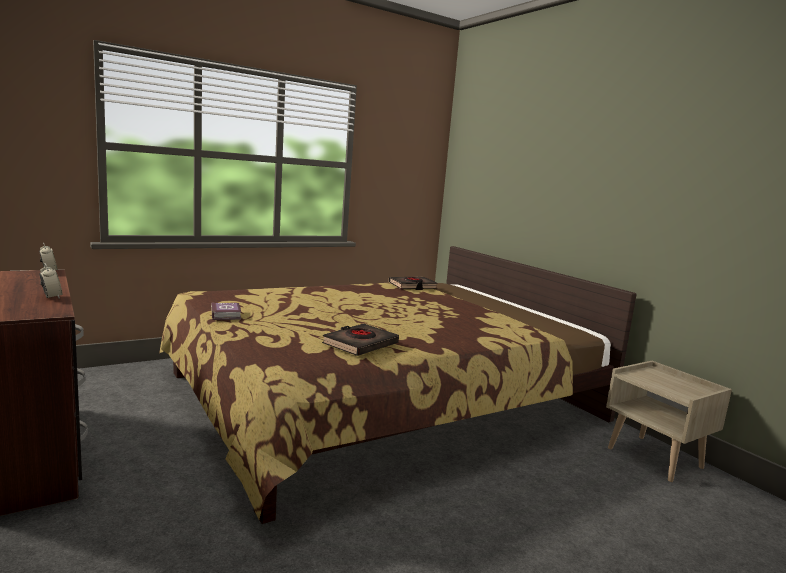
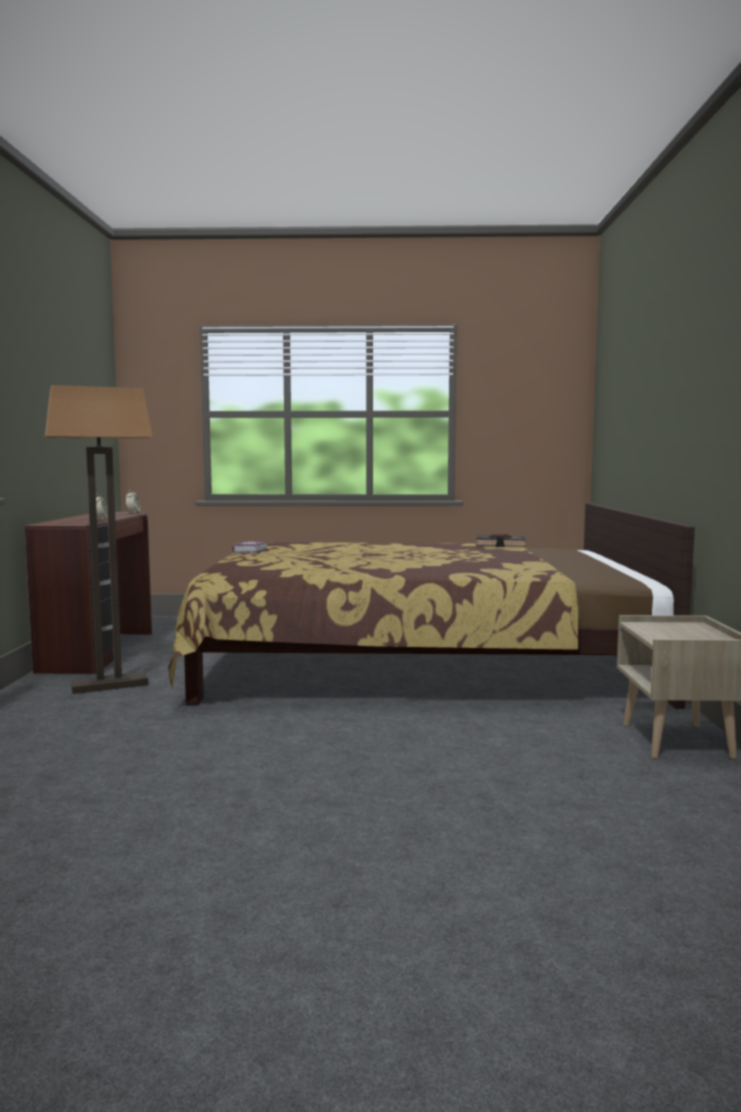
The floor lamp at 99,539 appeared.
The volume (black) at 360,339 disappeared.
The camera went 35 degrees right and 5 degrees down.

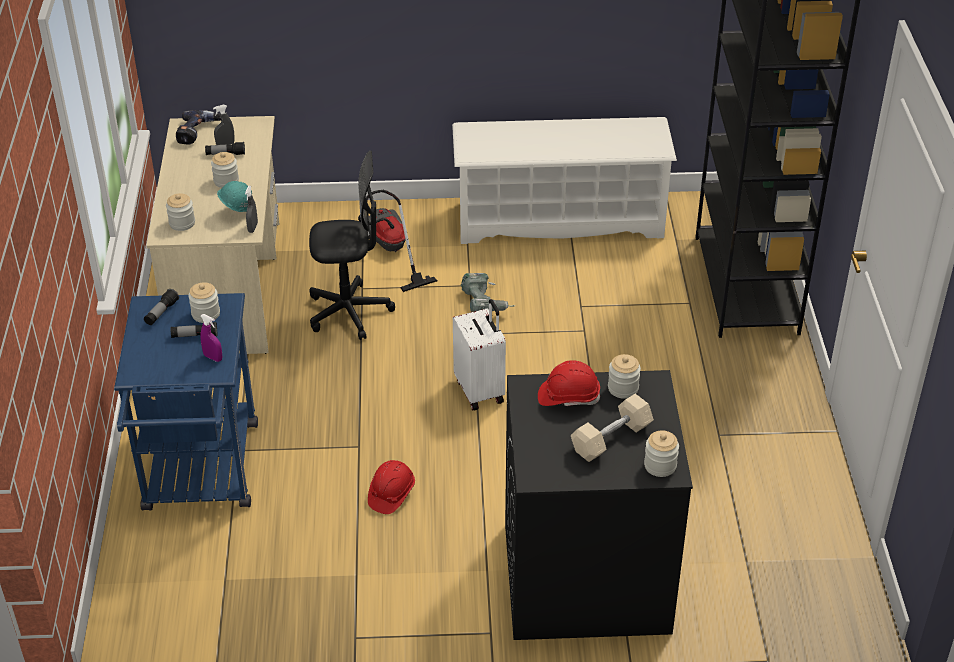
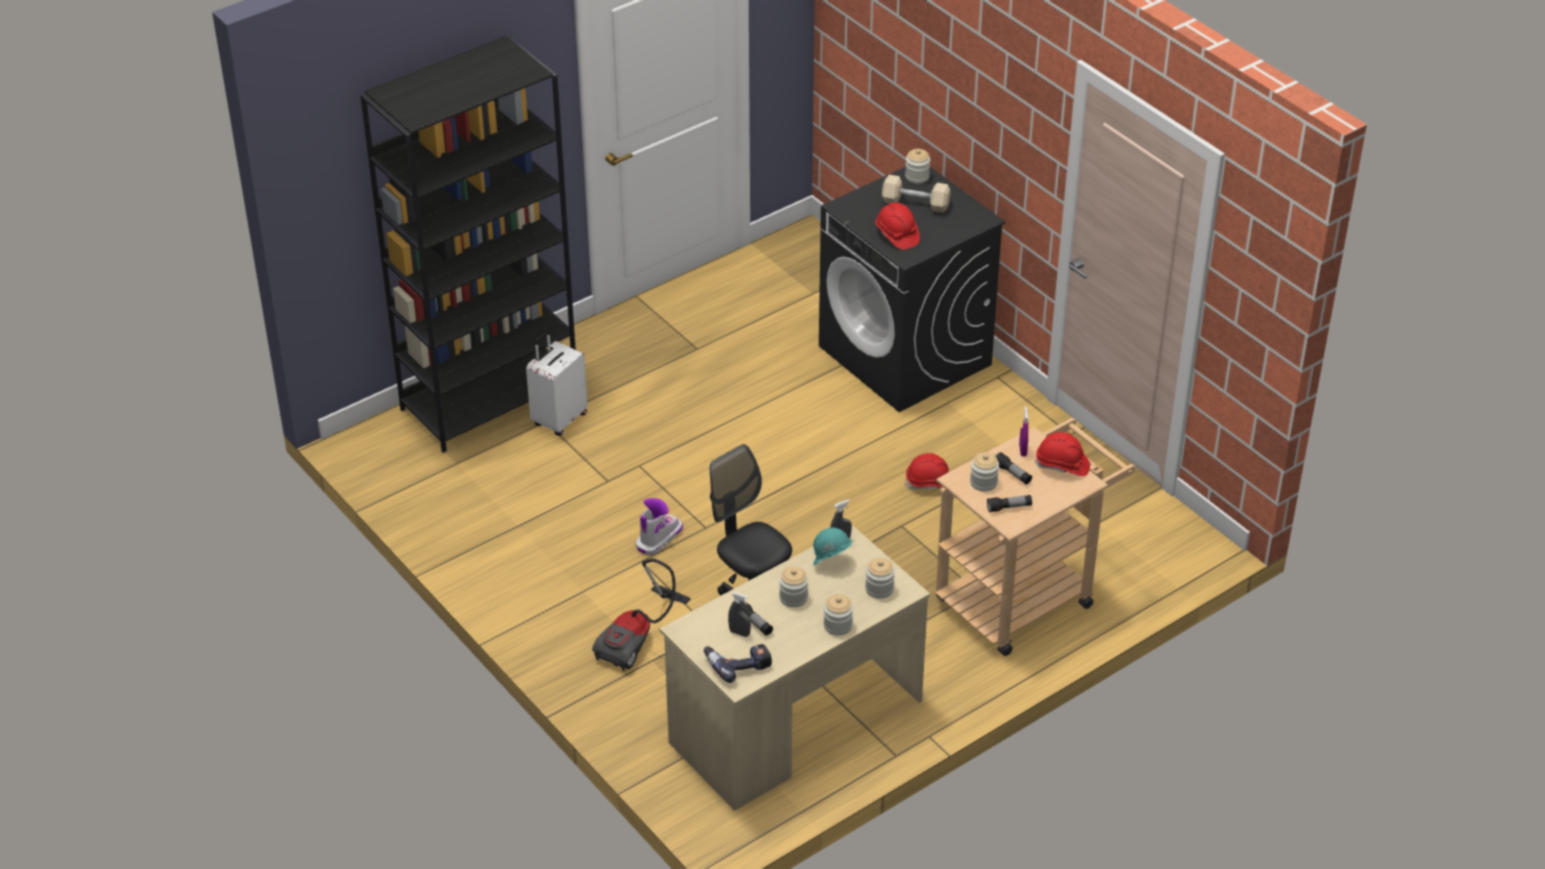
The piece of luggage (white-coloured) moved from 479,354 to 556,383.
The electric drill at 488,292 was replaced by the boot at 659,526.
The storage jar moved from 624,376 to 838,615.
The trolley (blue) at 186,402 became the trolley (beige-coloured) at 1035,537.
The hard hat (red-coloured) at 1062,454 appeared.
The shoe shelf (white-coloured) at 564,180 disappeared.
The camera went 125 degrees left and 0 degrees up.

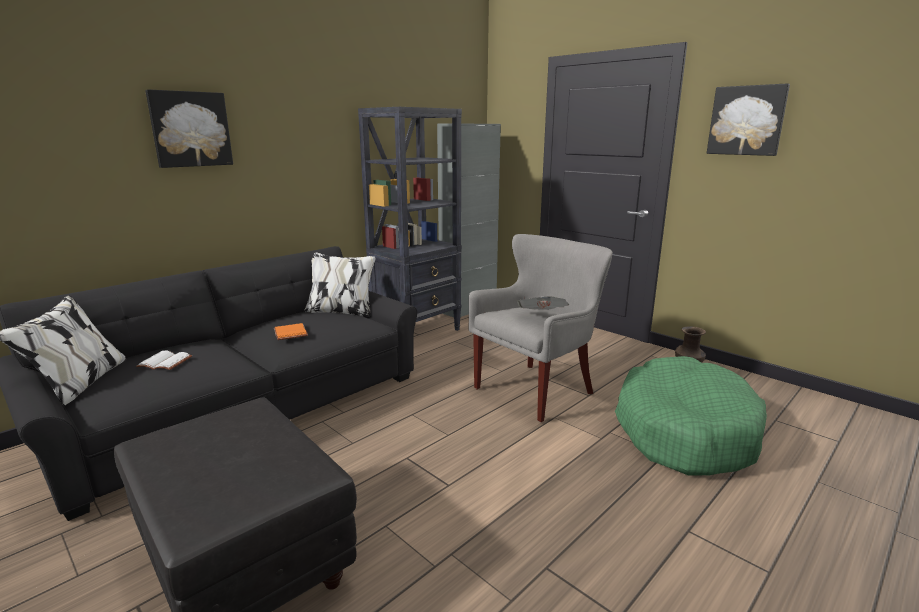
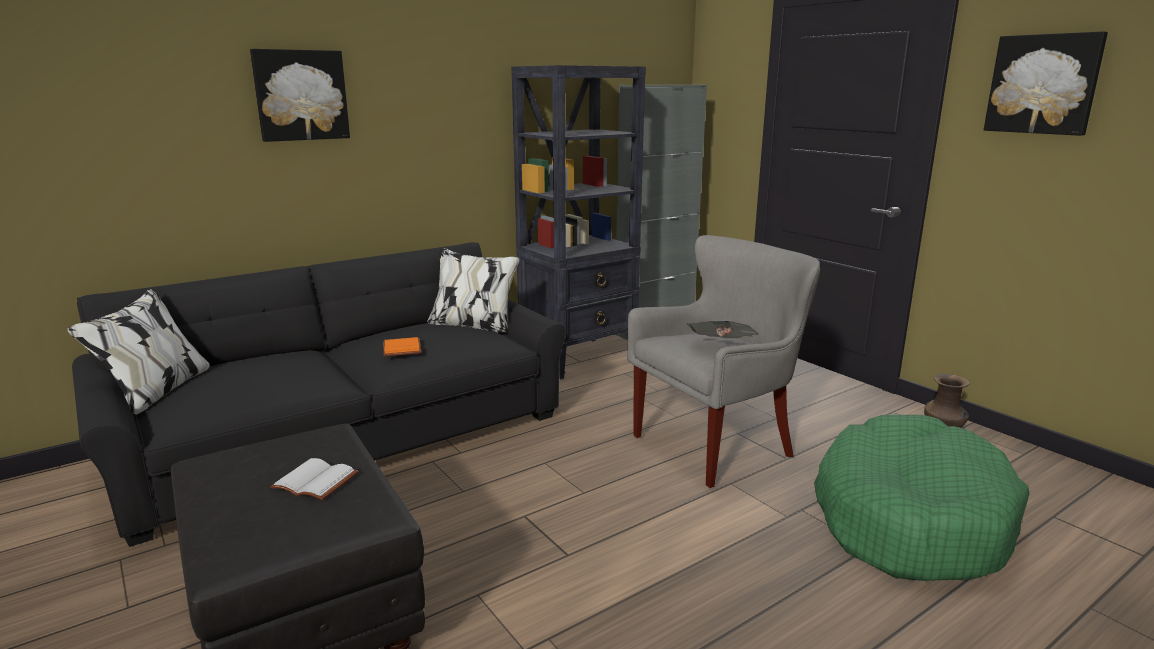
The volume (white-coloured) moved from 164,360 to 314,479.
The camera went 10 degrees right and 0 degrees up.

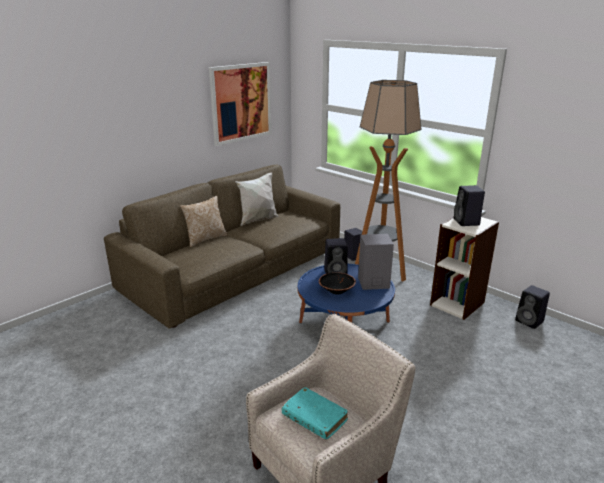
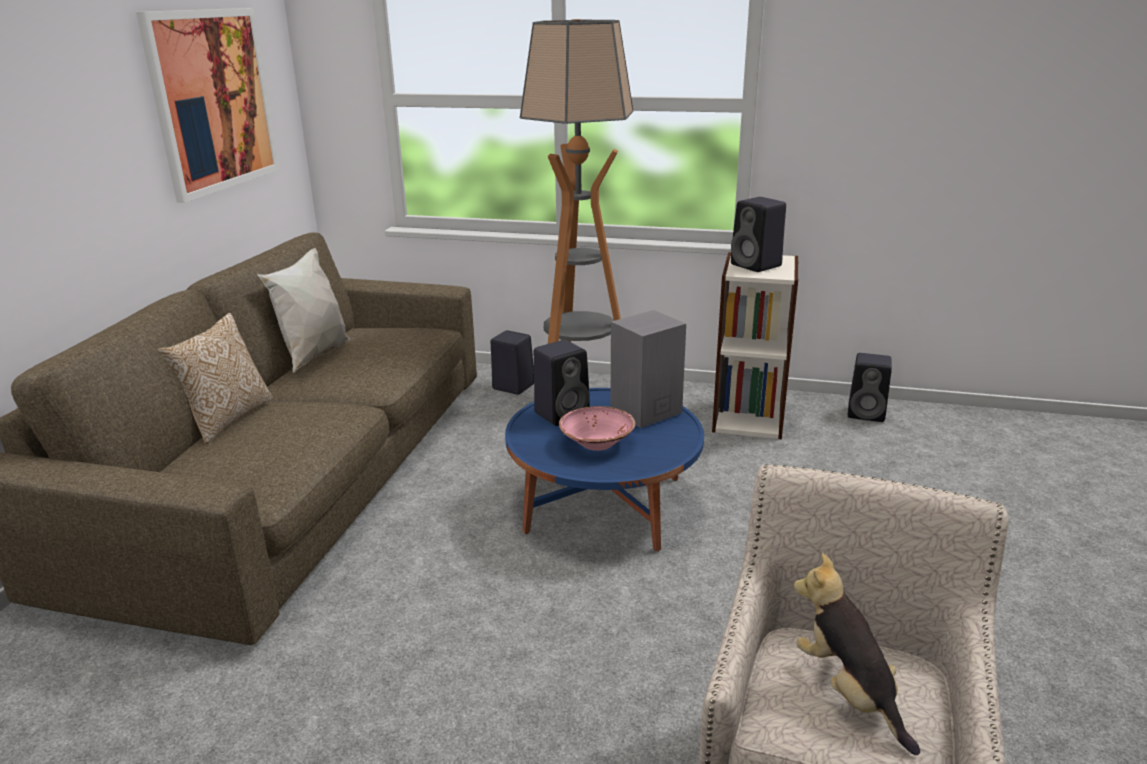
The serving bowl (black) at 337,283 became the serving bowl (pink-coloured) at 597,428.
The volume (blue-green) at 315,413 was replaced by the plush toy at 857,654.
The camera went 30 degrees left and 0 degrees up.

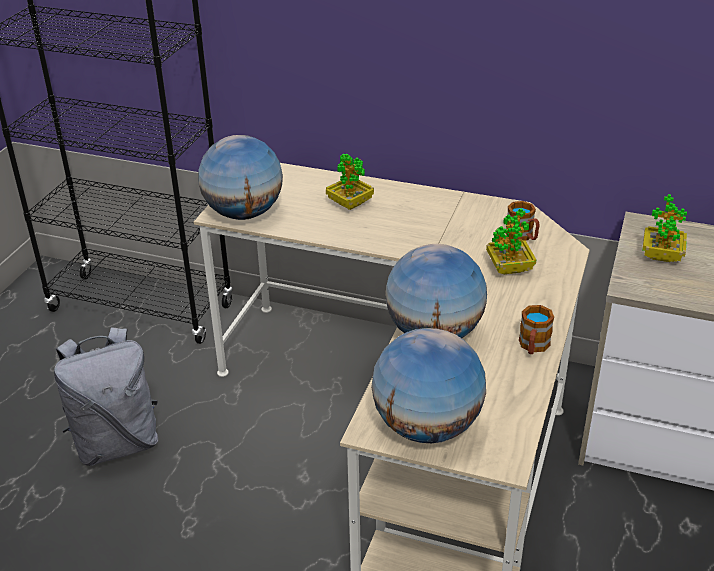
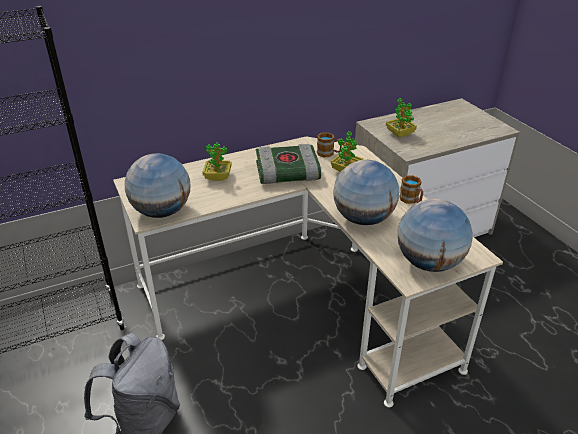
The volume at 288,164 appeared.
The camera went 45 degrees left and 0 degrees up.

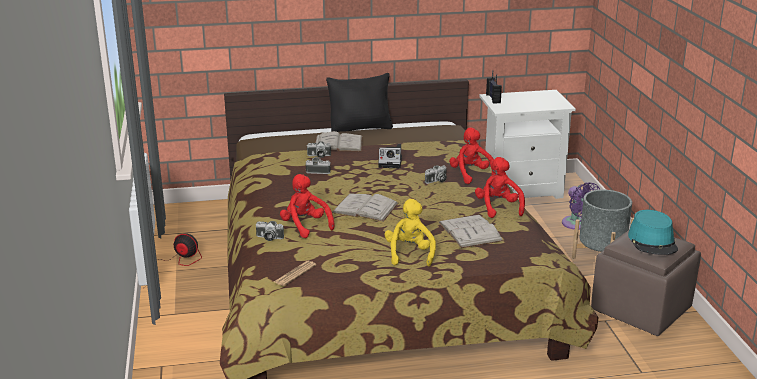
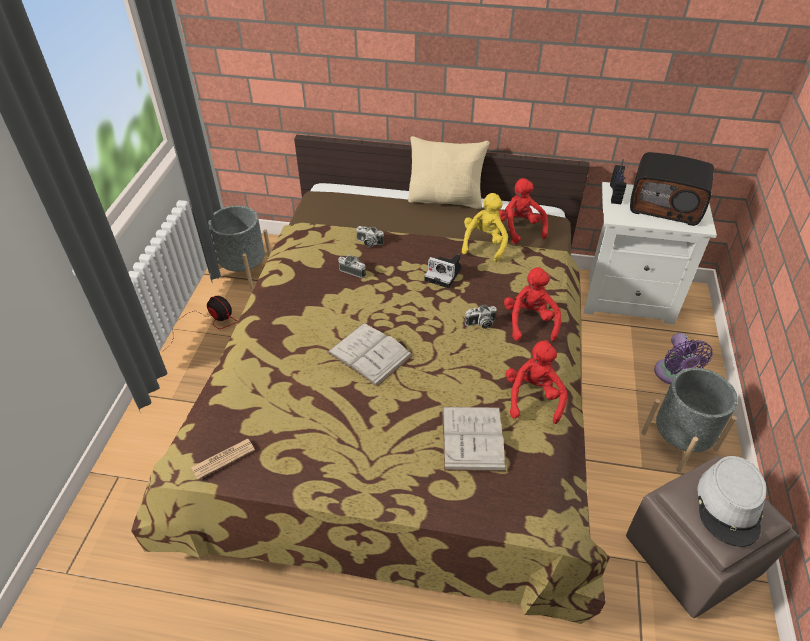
The planter (greyish) at 239,247 appeared.
The cushion (black) at 359,102 became the cushion (beige-coloured) at 448,172.
The plush toy (yellowish) moved from 410,232 to 485,227.
The plush toy (red-coloured) moved from 307,206 to 523,211.
The radio receiver at 672,189 appeared.
The clothing hat (blue-green) at 653,232 became the clothing hat (greyish) at 732,501.
The photo camera at 269,231 disappeared.
The volume (white-coloured) at 339,141 disappeared.
The camera went 20 degrees right and 20 degrees up.

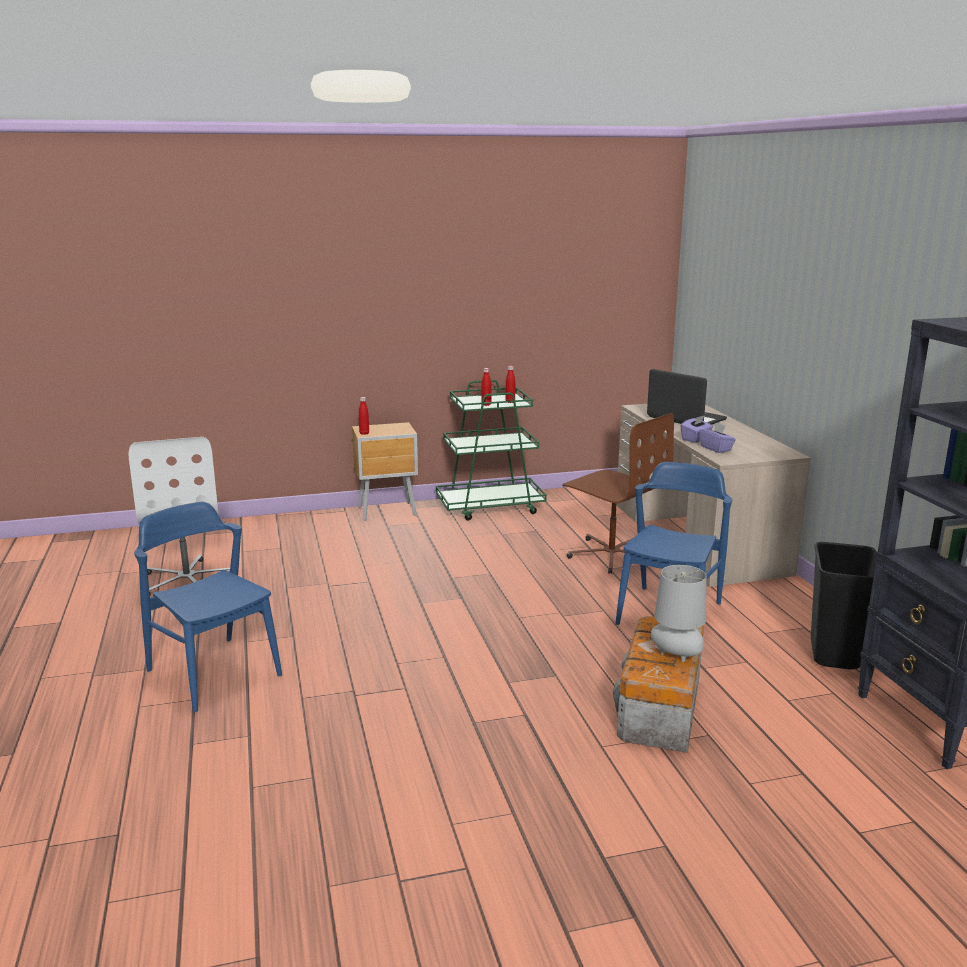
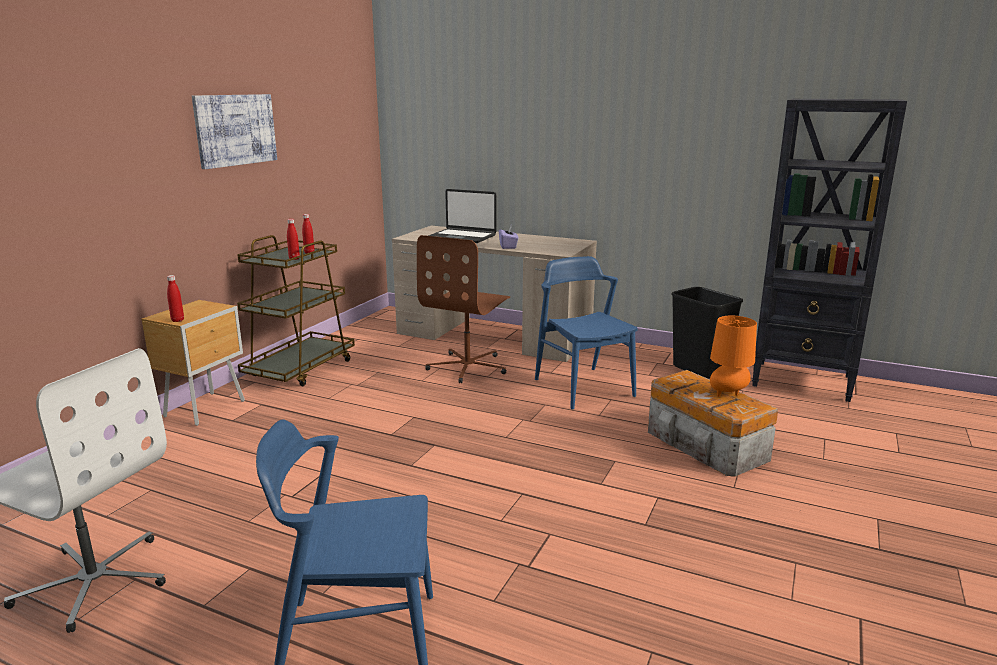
The picture at 234,131 appeared.
The trolley (green-coloured) at 491,450 became the trolley (brown) at 296,310.
The computer chair (brown) at 618,493 turned 120 degrees clockwise.
The laptop at 687,397 turned 150 degrees counterclockwise.
The lamp for a table (greyish) at 679,613 became the lamp for a table (orange) at 733,356.
The box of tissues (purple) at 717,438 disappeared.
The camera went 50 degrees left and 0 degrees up.

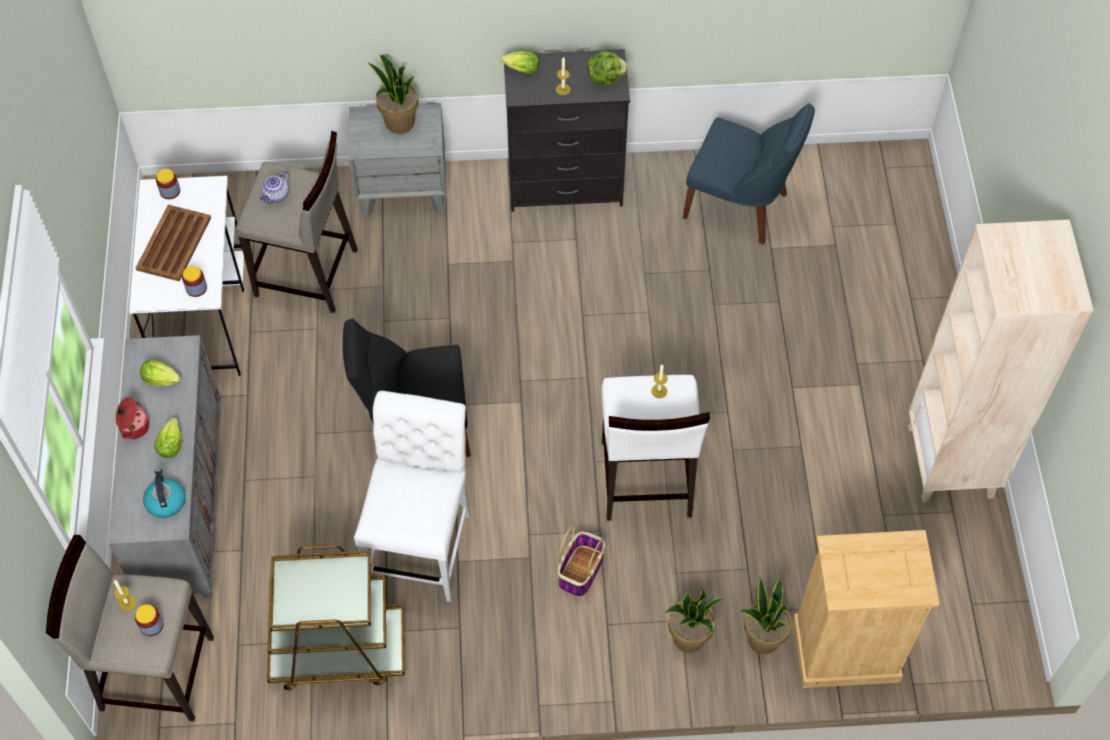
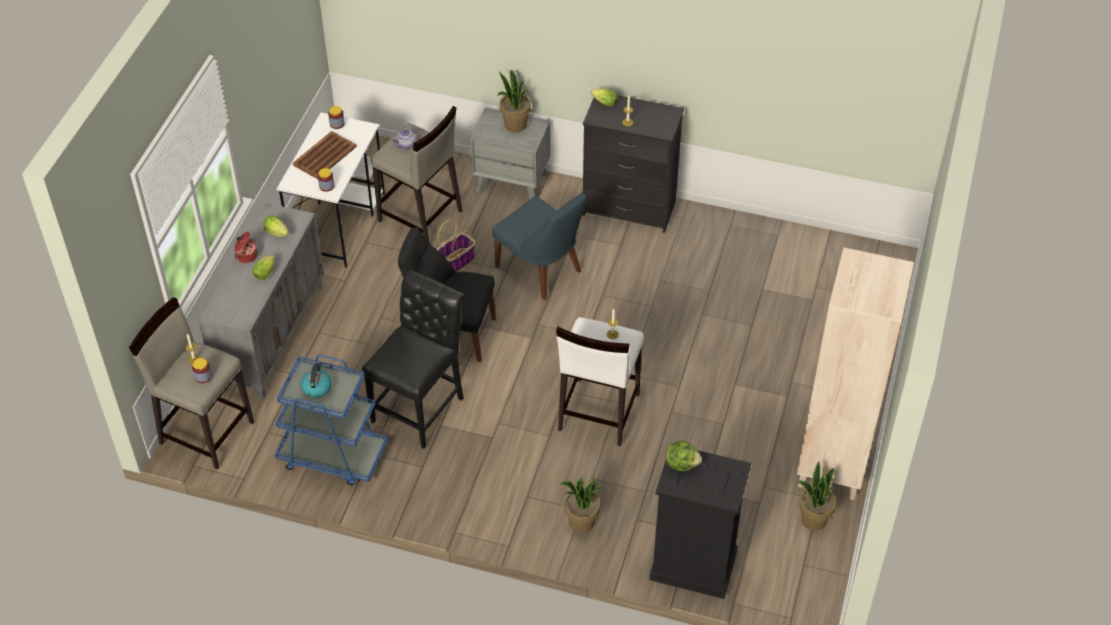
The trolley (brown) at 336,618 became the trolley (blue) at 331,420.
The kettle moved from 164,493 to 316,380.
The plain chair (white-coloured) at 412,496 became the plain chair (black) at 413,359.
The storage basket moved from 581,560 to 456,245.
The plain chair (blue) moved from 749,174 to 539,246.
The chest of drawers (beige-coloured) at 866,609 became the chest of drawers (black) at 700,524.
The lettuce moved from 607,68 to 683,455.
The plant in a pot moved from 766,615 to 817,496.
The camera went 20 degrees right and 10 degrees down.

